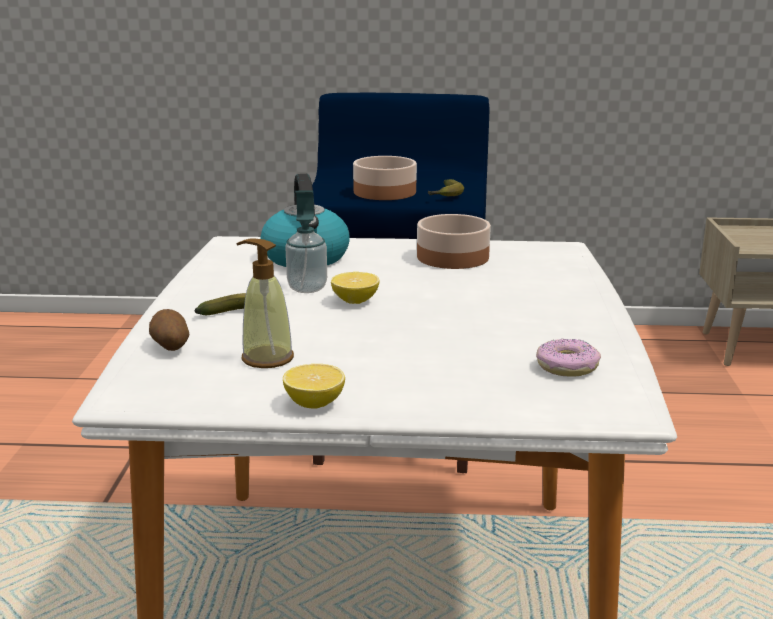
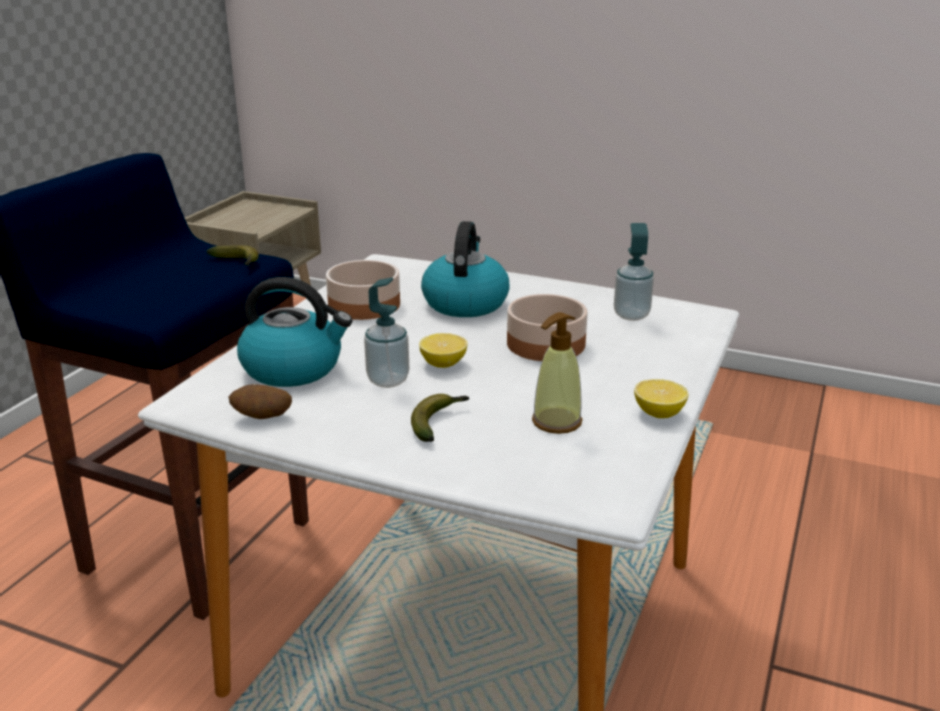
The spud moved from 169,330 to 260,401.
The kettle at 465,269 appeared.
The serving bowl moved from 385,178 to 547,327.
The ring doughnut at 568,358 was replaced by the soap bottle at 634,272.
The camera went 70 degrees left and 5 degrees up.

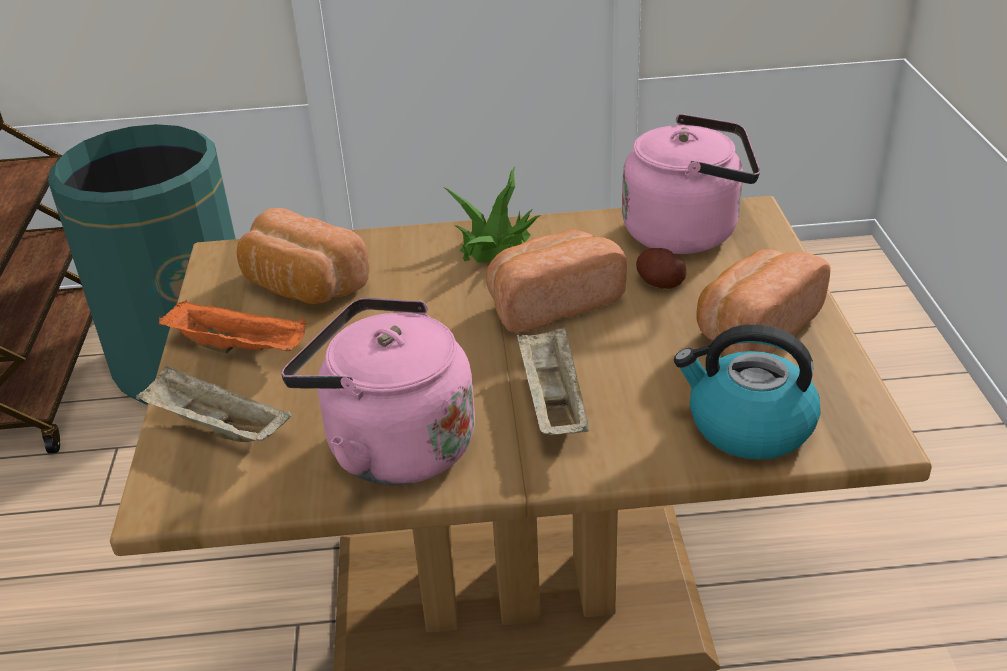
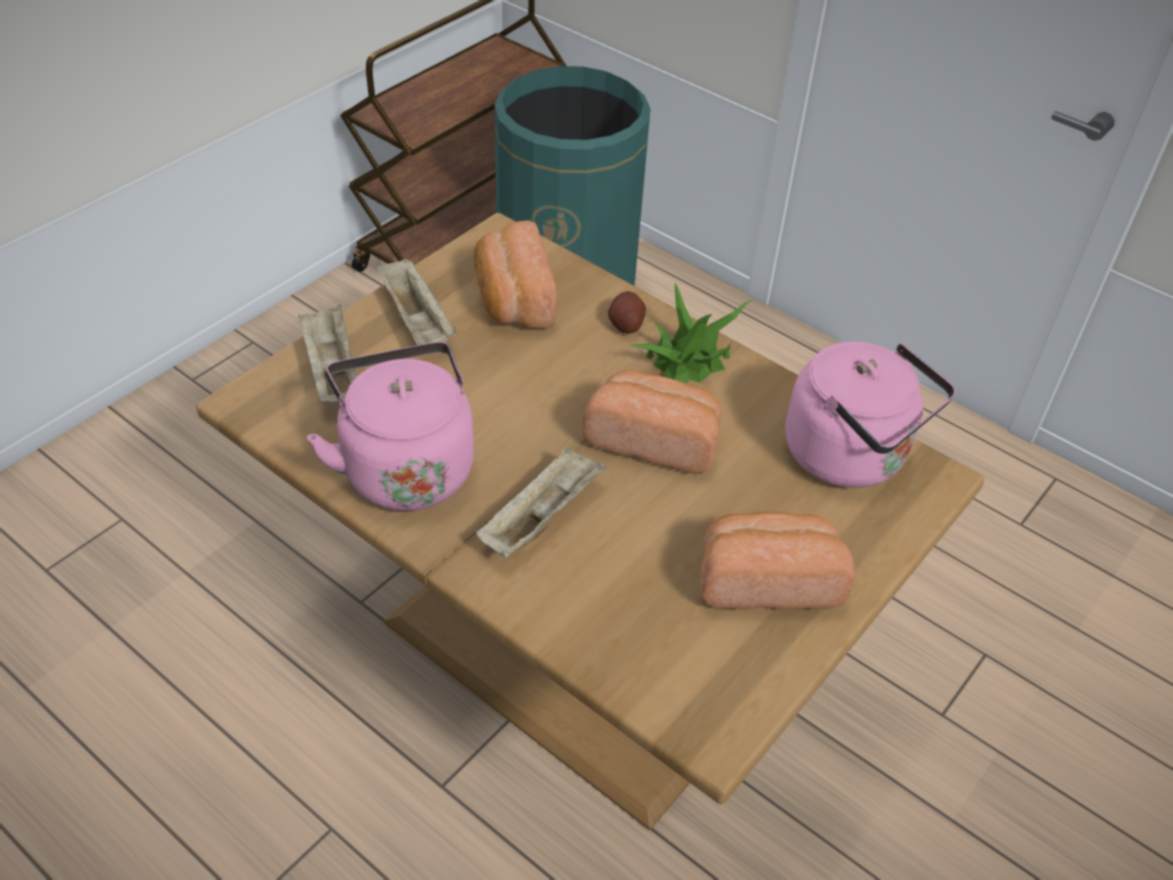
The tray (orange) at 233,326 became the tray (beige-coloured) at 417,302.
The spud moved from 661,268 to 627,312.
The kettle at 747,392 disappeared.
The camera went 40 degrees right and 10 degrees up.

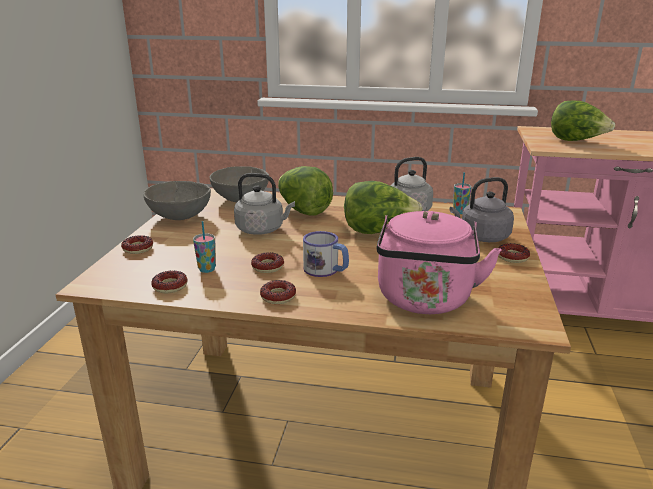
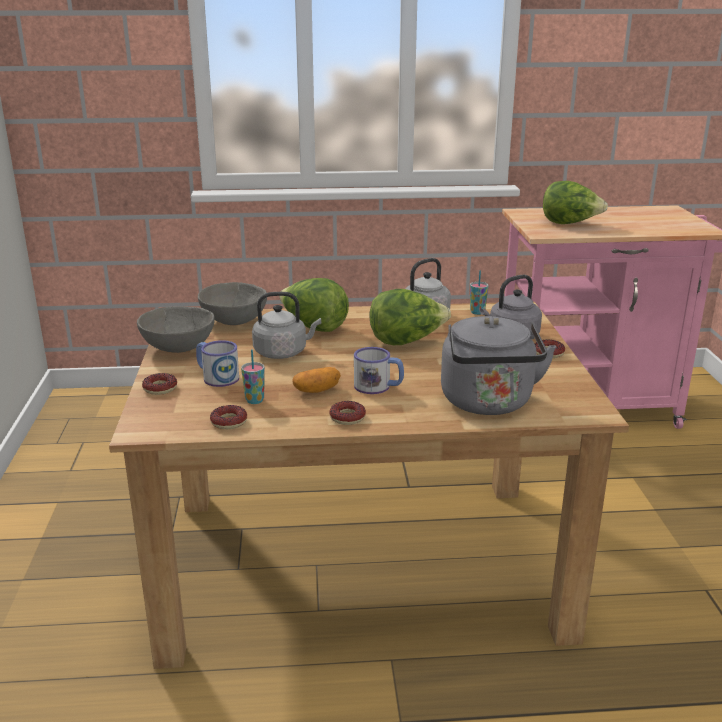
The tea mug at 217,363 appeared.
The ring doughnut at 267,262 was replaced by the spud at 316,380.
The kettle (pink-coloured) at 439,262 became the kettle (greyish) at 498,365.
The camera went 15 degrees left and 0 degrees up.

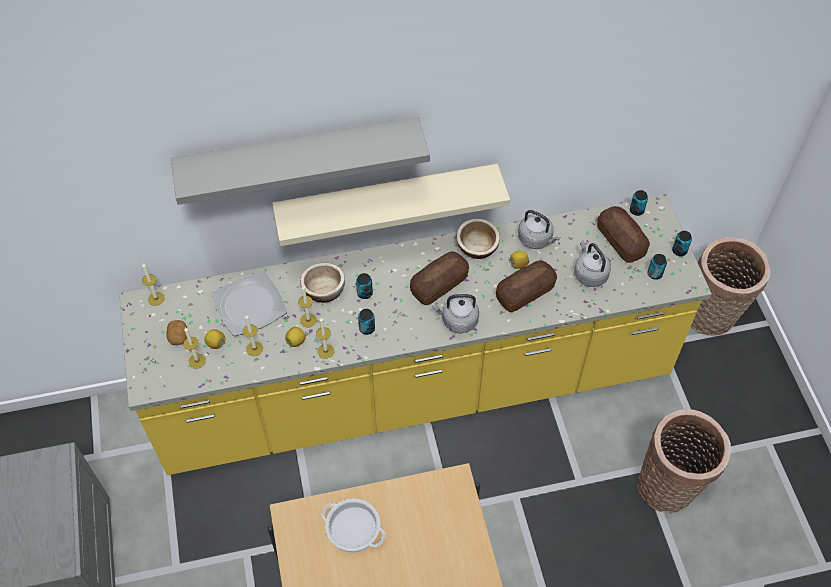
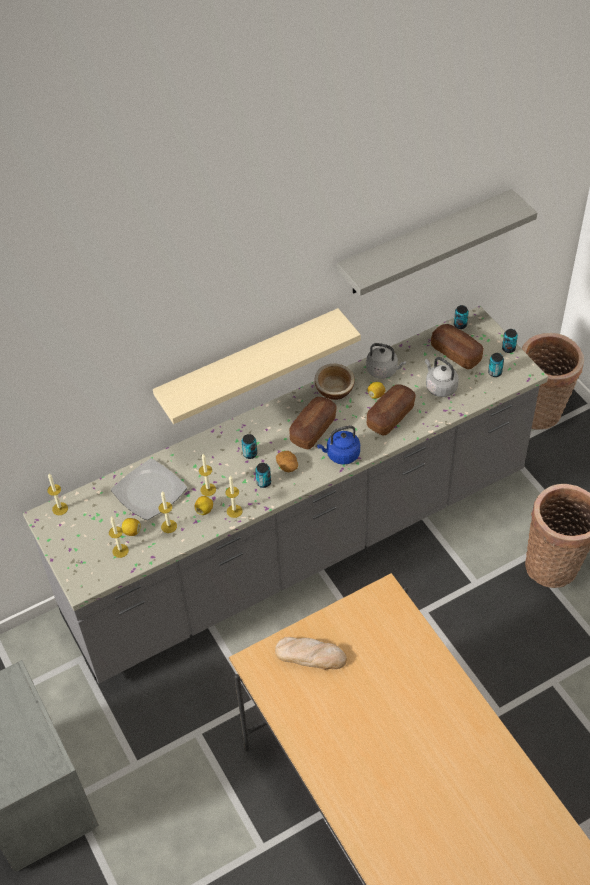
The kitchen base unit (yellowish) at 415,334 became the kitchen base unit (greyish) at 285,494.
The stockpot at 353,526 was replaced by the baked bread at 311,653.
The spud moved from 177,332 to 287,461.
The kettle (greyish) at 455,313 became the kettle (blue) at 338,445.
The shelf (greyish) moved from 300,161 to 437,242.
The serving bowl at 322,283 disappeared.
The camera went 15 degrees left and 5 degrees down.

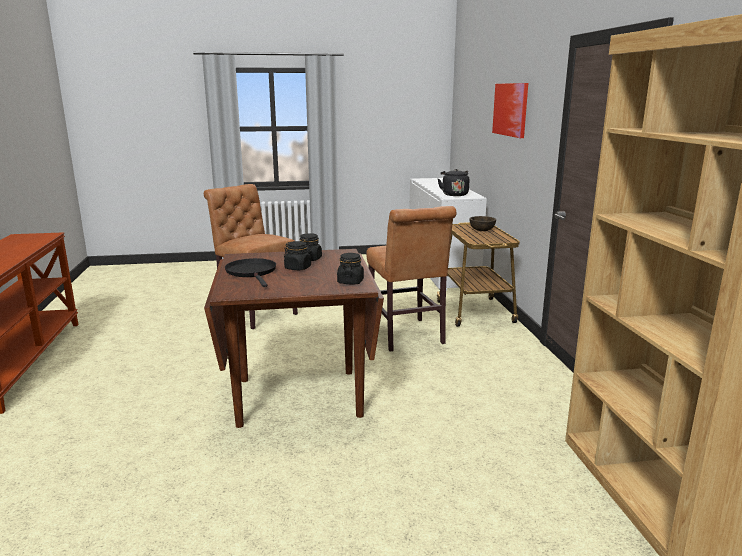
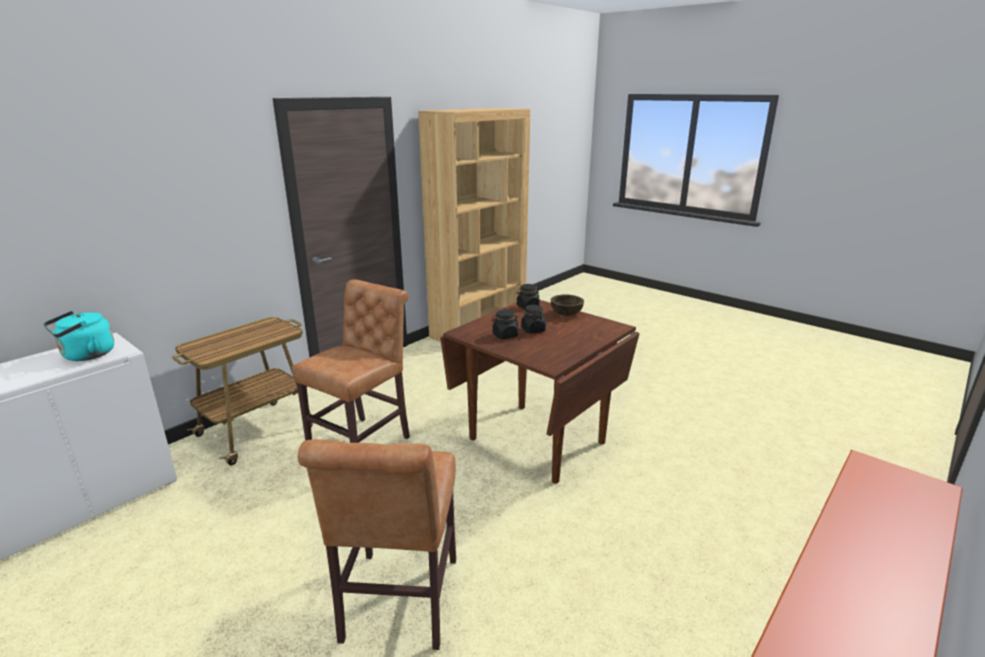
The kettle (black) at 454,182 became the kettle (blue-green) at 78,336.
The serving bowl (brown) moved from 482,223 to 567,305.
The pan (black) at 250,272 disappeared.
The picture at 510,110 disappeared.
The camera went 130 degrees left and 5 degrees up.

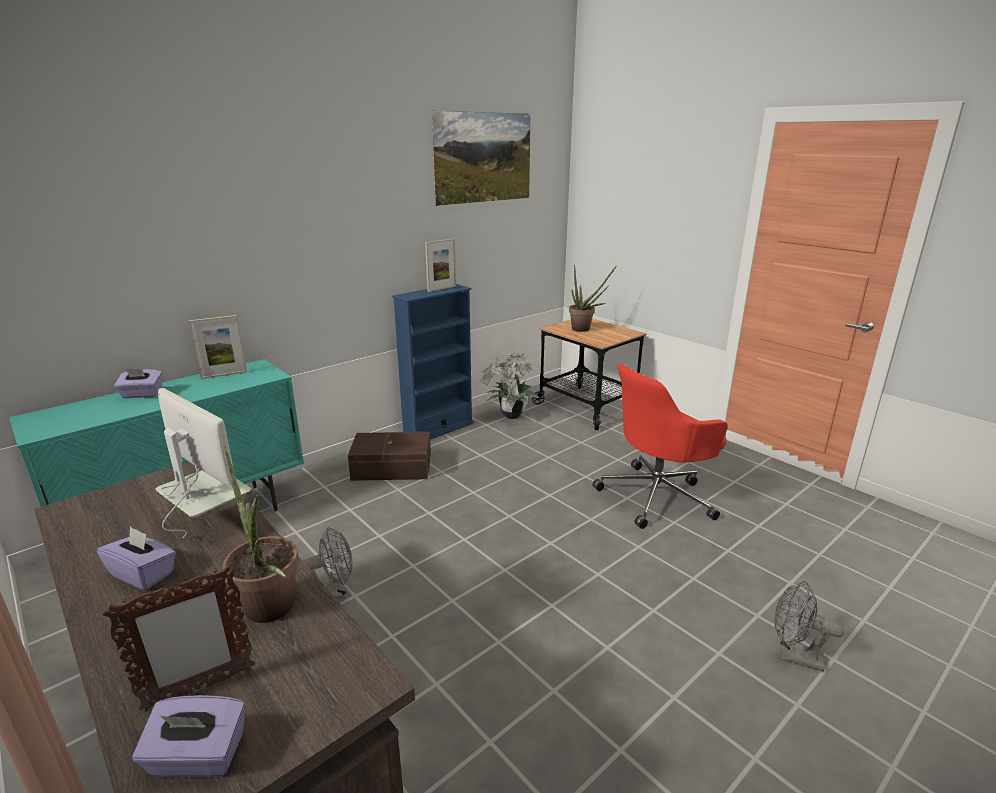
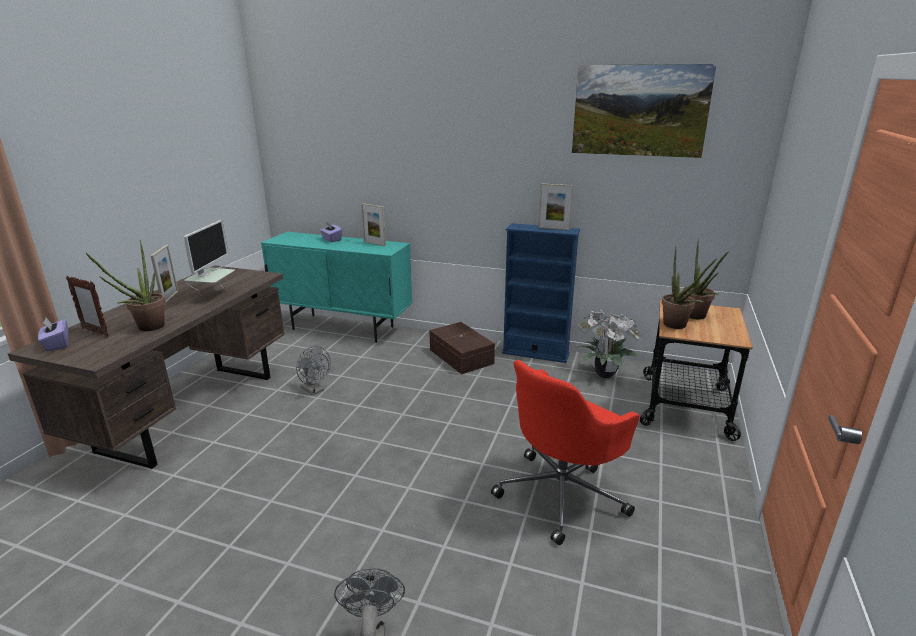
The box of tissues (purple) at 136,558 was replaced by the photo frame at 164,275.
The computer chair (red-coloured) at 660,446 turned 75 degrees counterclockwise.
The plant in a pot at 689,288 appeared.
The camera went 60 degrees right and 0 degrees up.

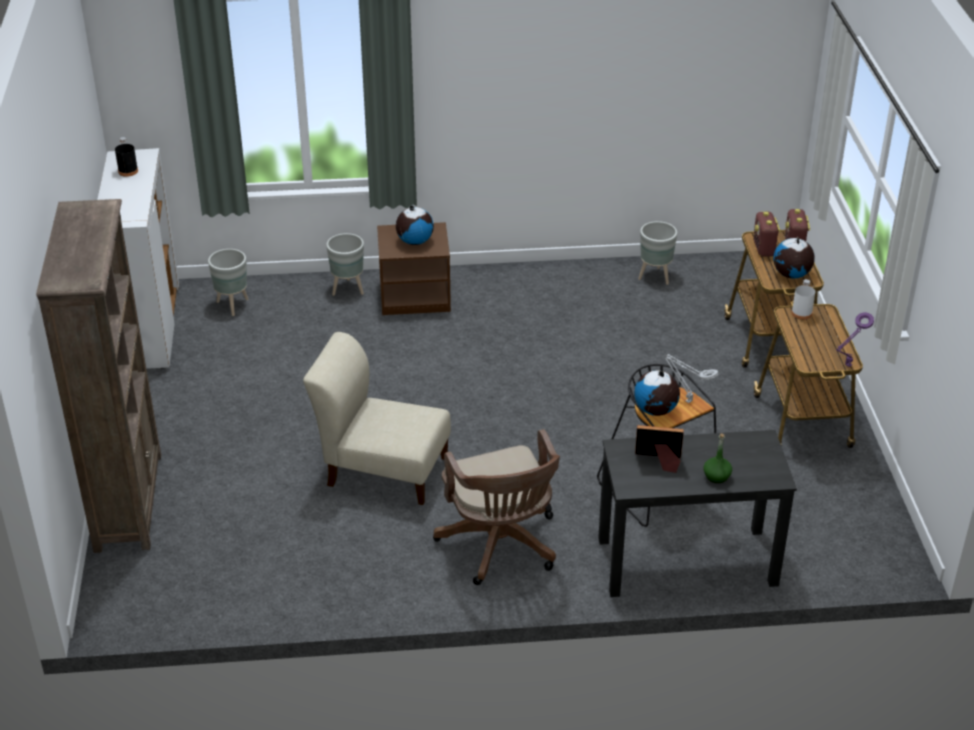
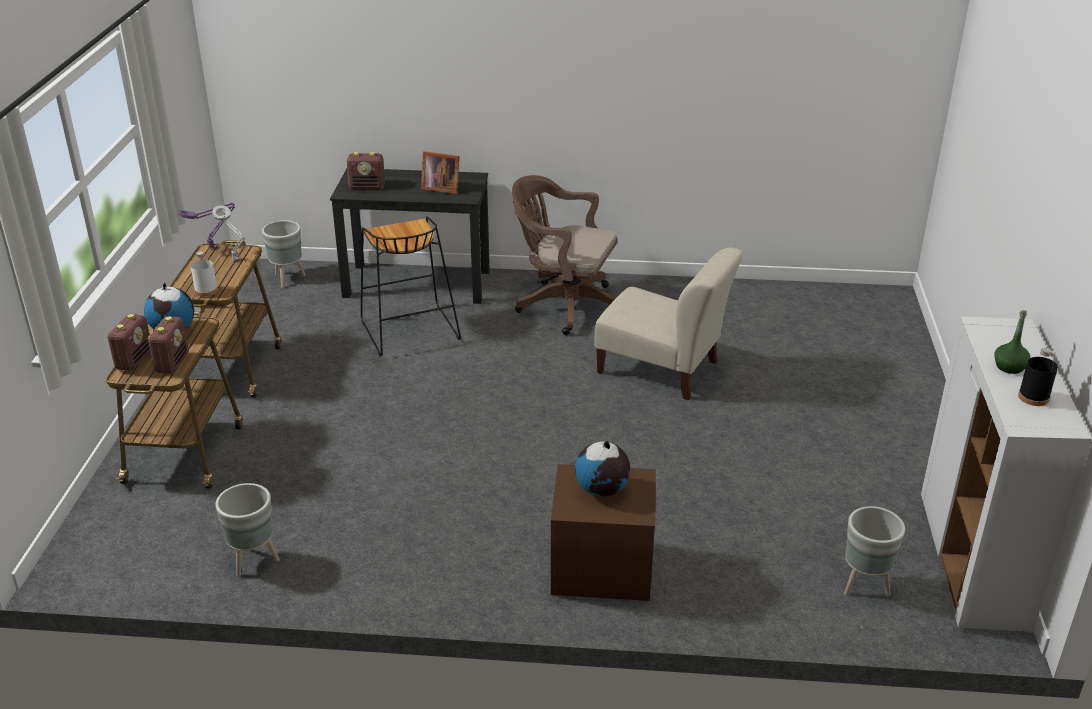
The lamp for a table (greyish) moved from 692,378 to 228,233.
The planter (greyish) moved from 345,264 to 284,254.
The radio receiver at 365,171 appeared.
The computer chair (brown) at 496,507 turned 60 degrees counterclockwise.
The drink bottle (green-coloured) moved from 718,458 to 1012,342.
The bookcase (brown) at 98,376 disappeared.
The world globe at 657,393 disappeared.
The camera went 170 degrees left and 5 degrees down.

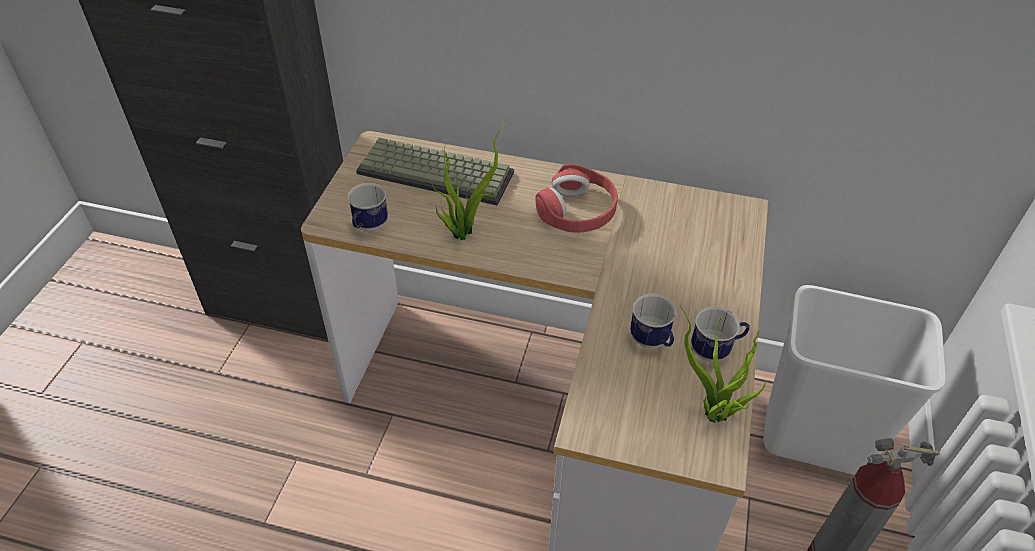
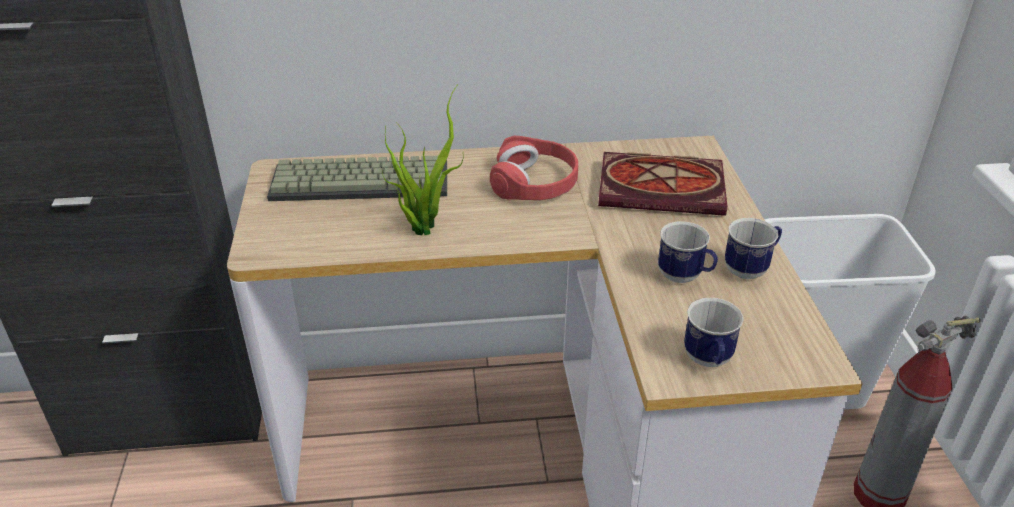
The volume at 662,184 appeared.
The tea mug moved from 367,207 to 713,332.
The plant in a pot at 724,364 disappeared.
The camera went 20 degrees left and 10 degrees down.

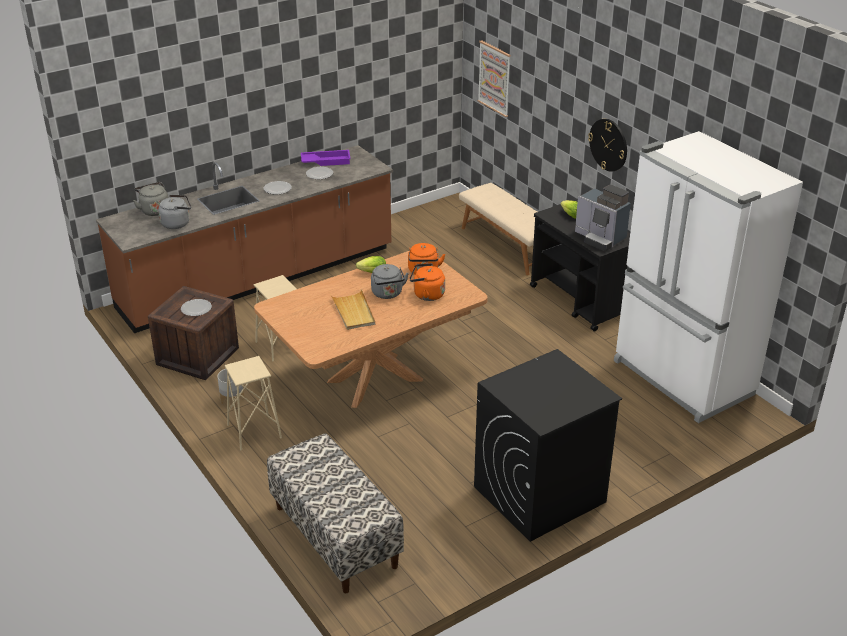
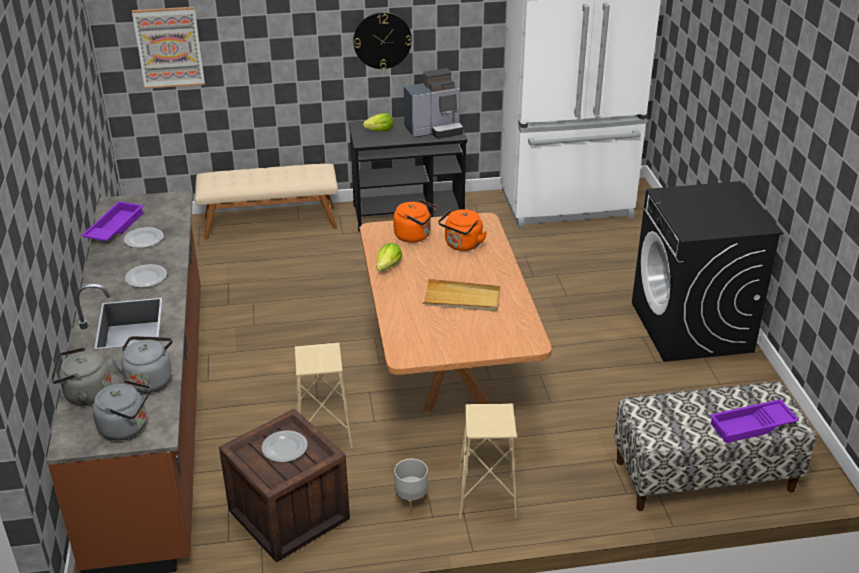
The kettle (greyish) moved from 390,281 to 121,410.
The tray (purple) at 754,421 appeared.
The camera went 65 degrees left and 0 degrees up.

